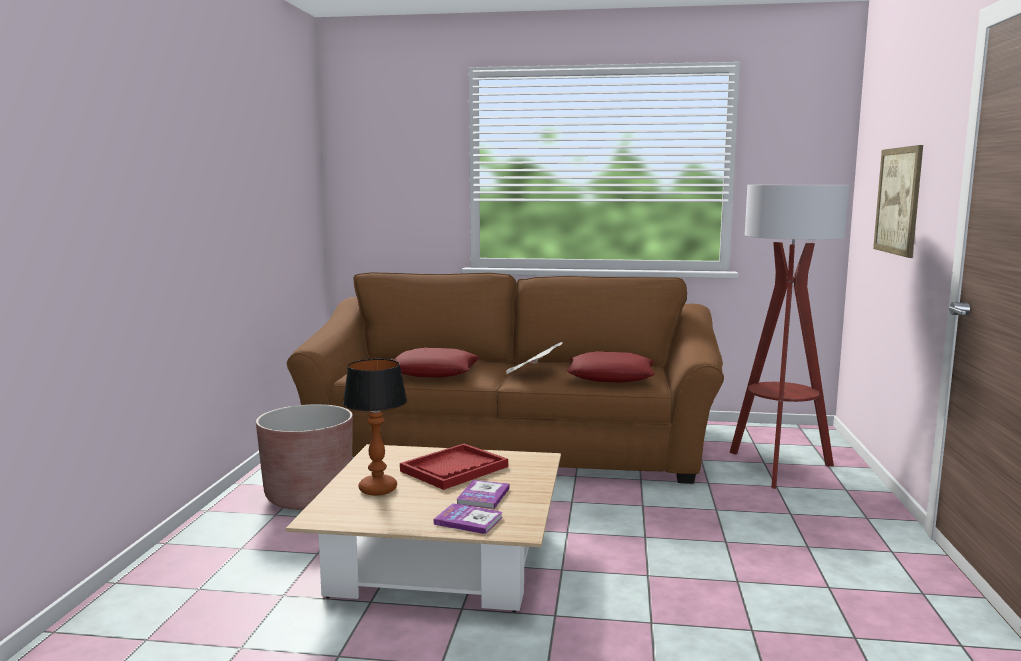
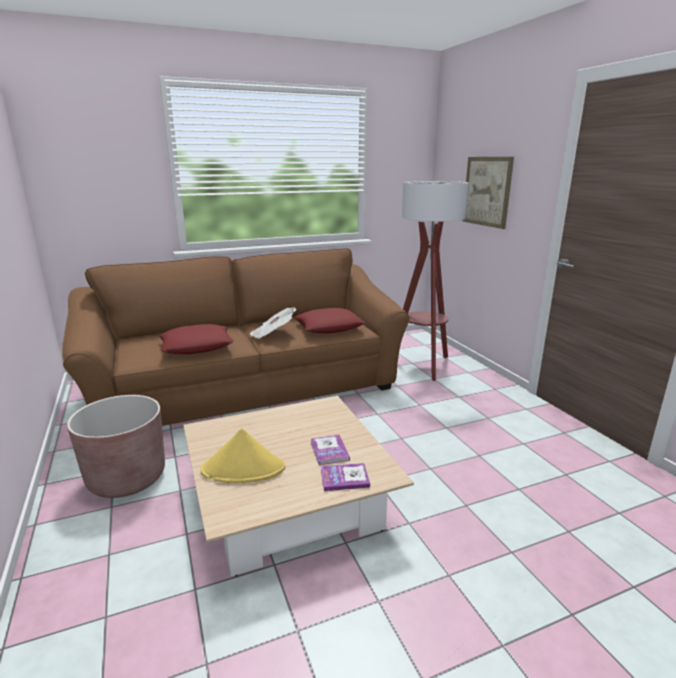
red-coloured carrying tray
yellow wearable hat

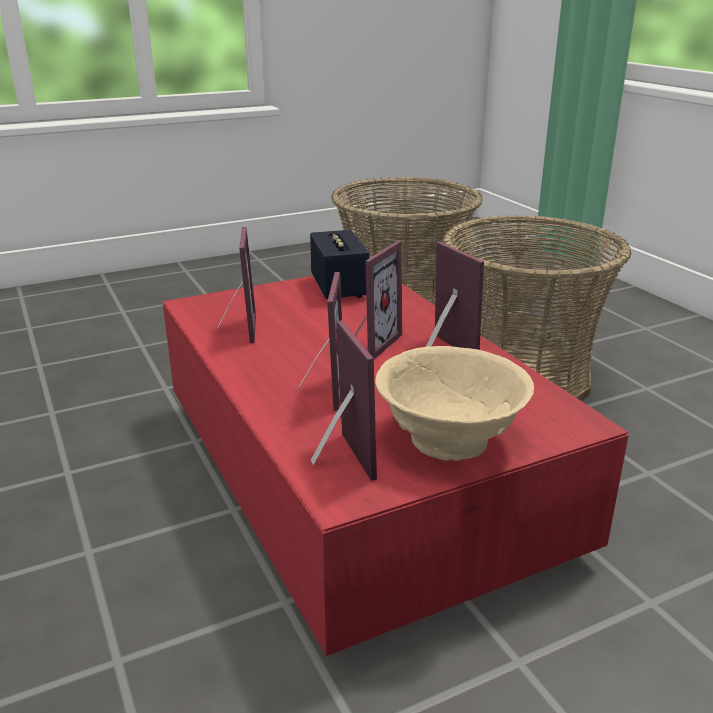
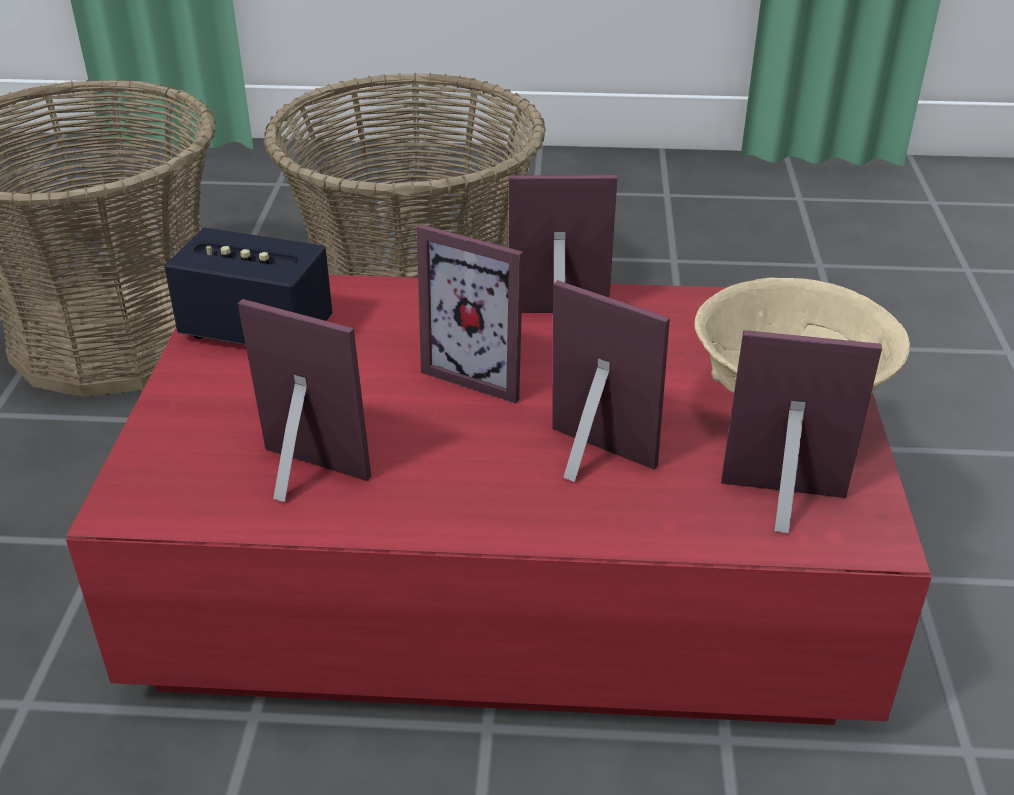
picture frame (2nd from left)

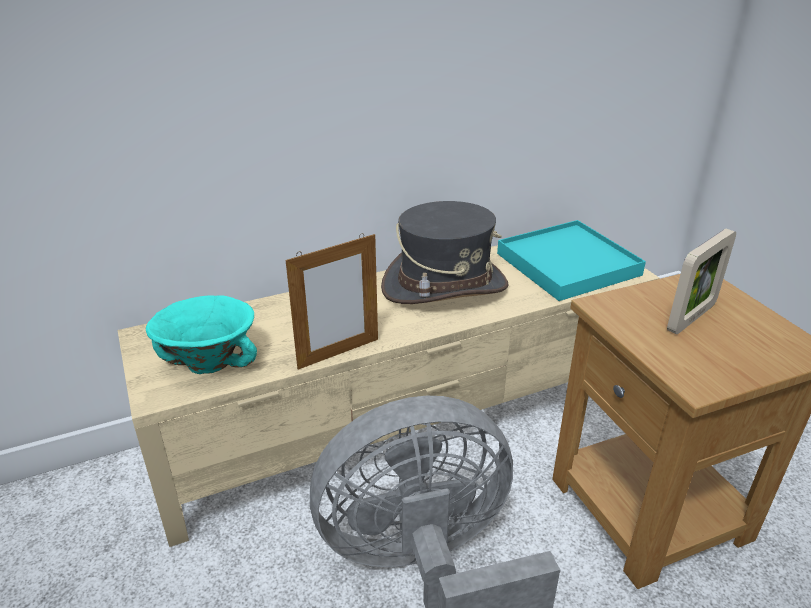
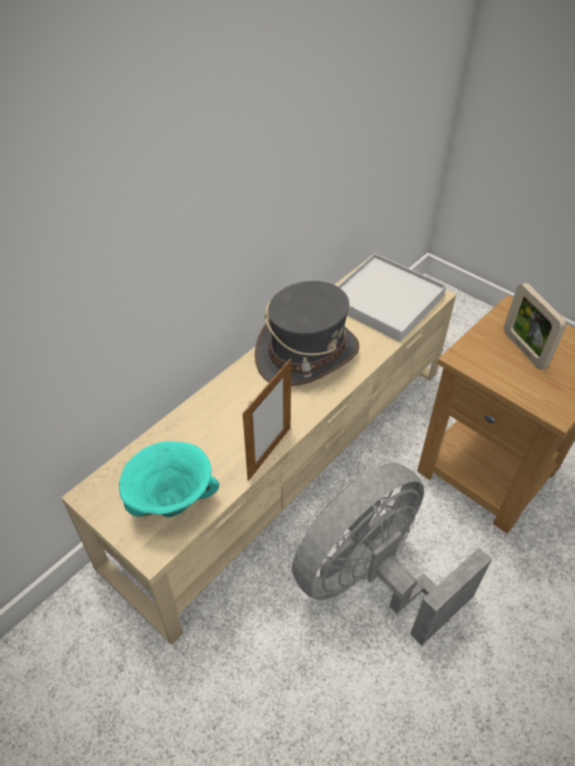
whitish carrying tray
picture frame (2nd from left)

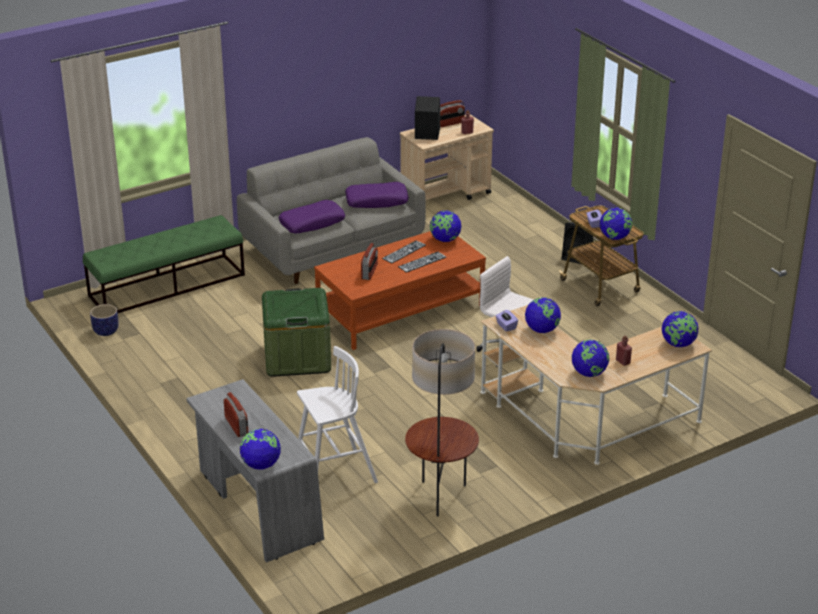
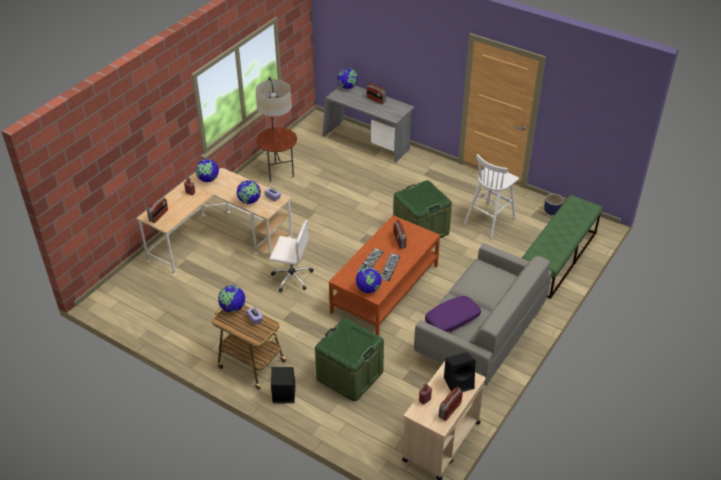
purple throw pillow (1st from left in the first image)
greenish storage container (1st from left)
whitish stool
radio set (1st from left)

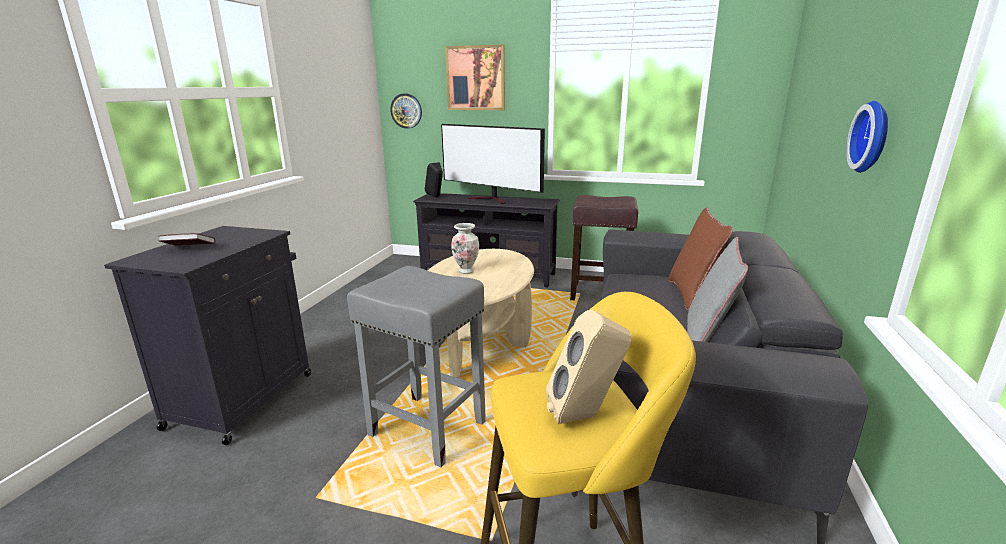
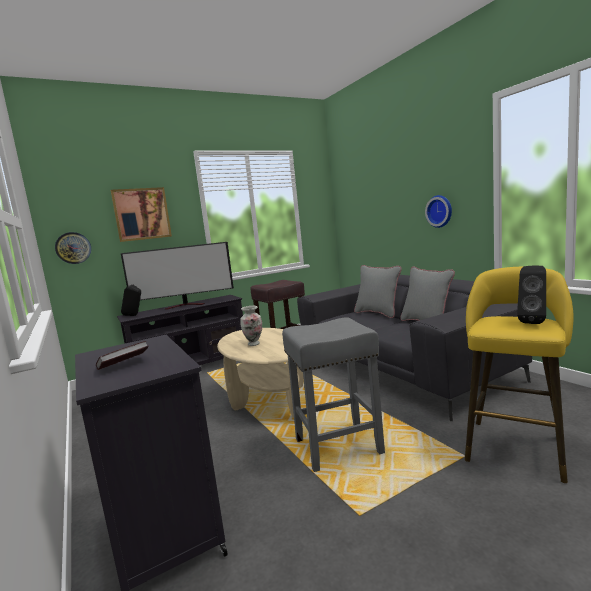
black-coloured audio speaker (2nd from left)
greyish throw pillow (1st from left)

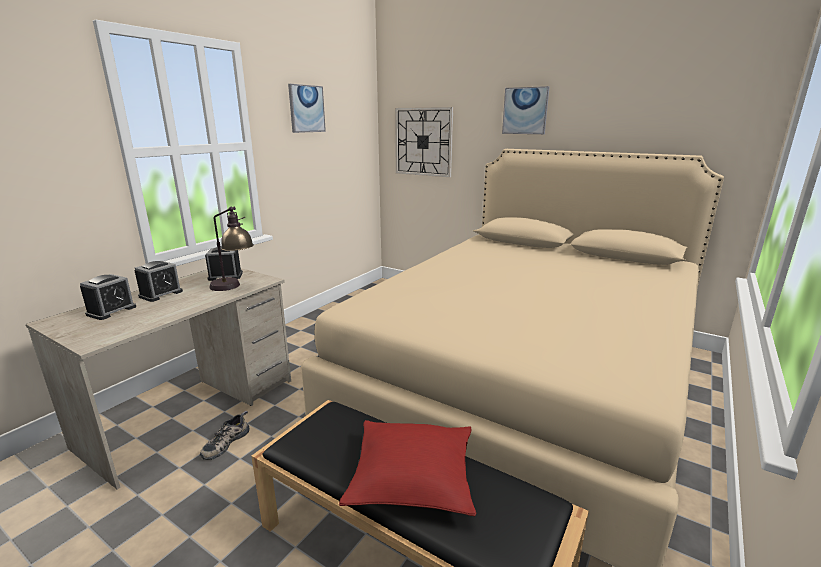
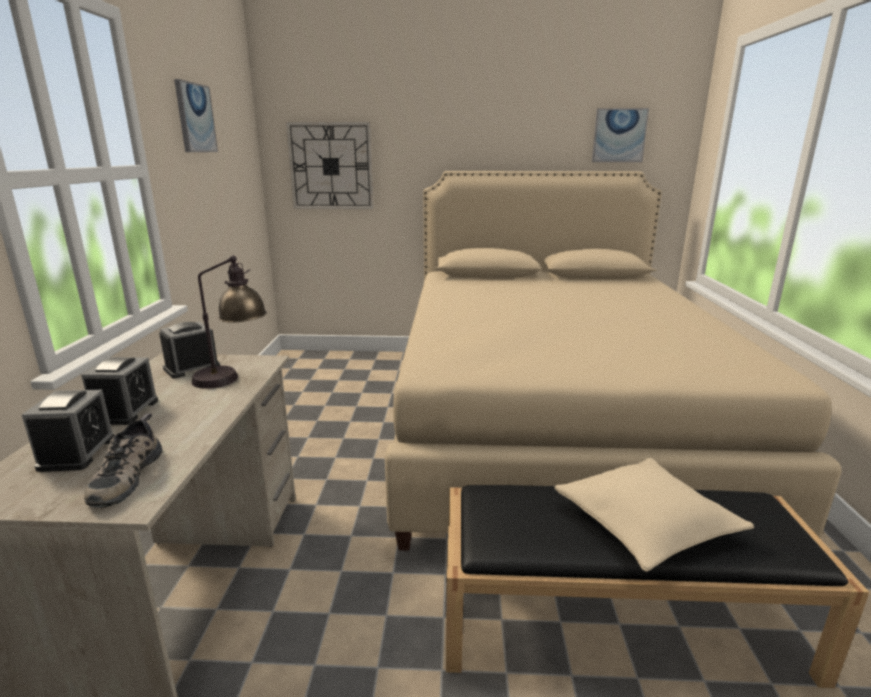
low shoe
wall art (2nd from left)
beige throw pillow

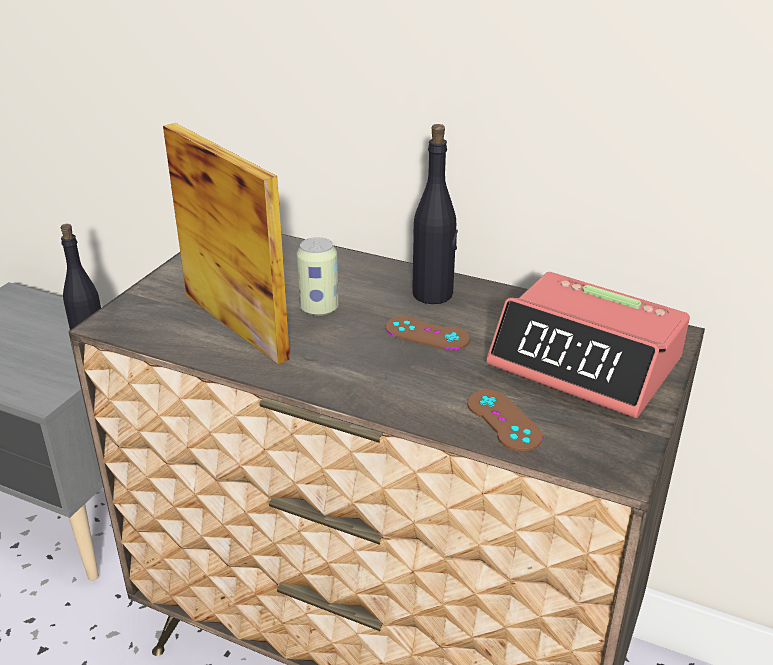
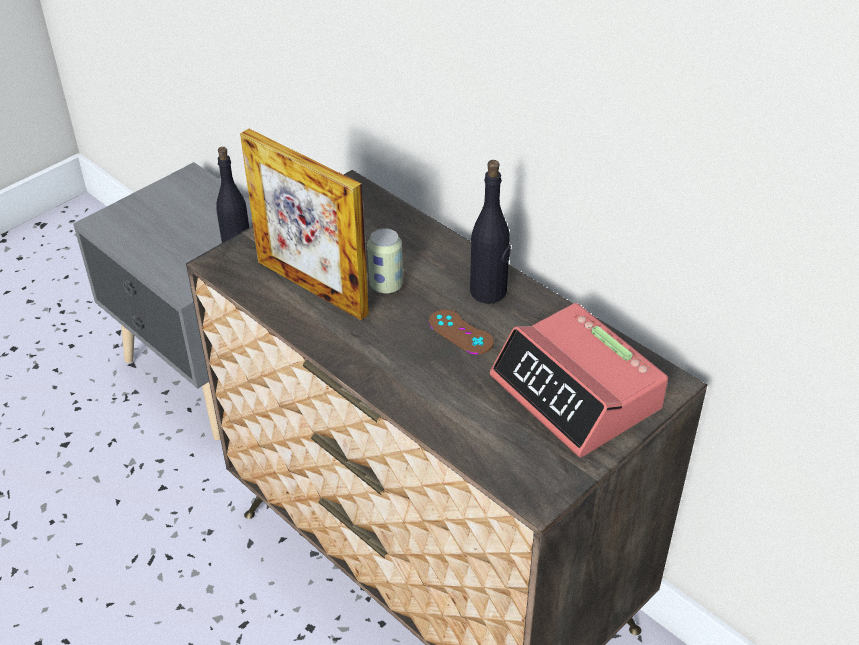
brown-coloured gamepad (2nd from left in the first image)
picture frame

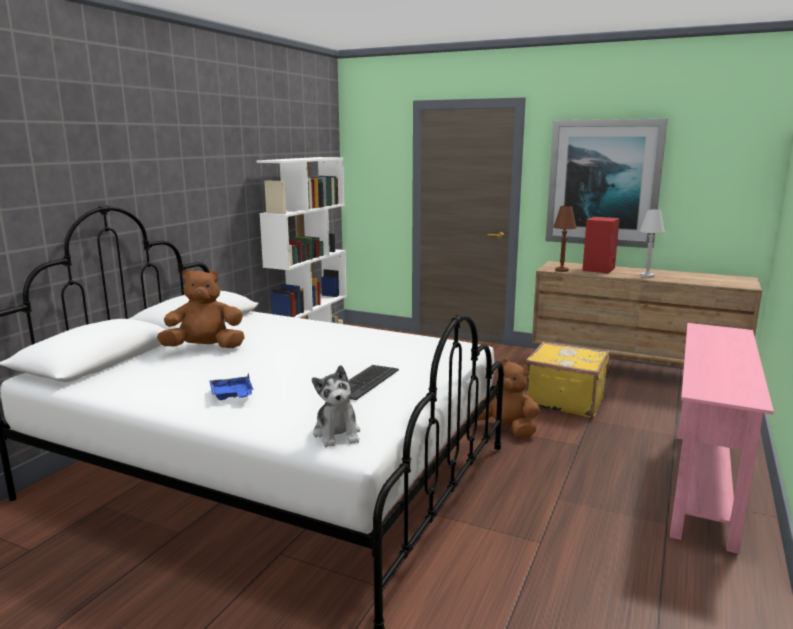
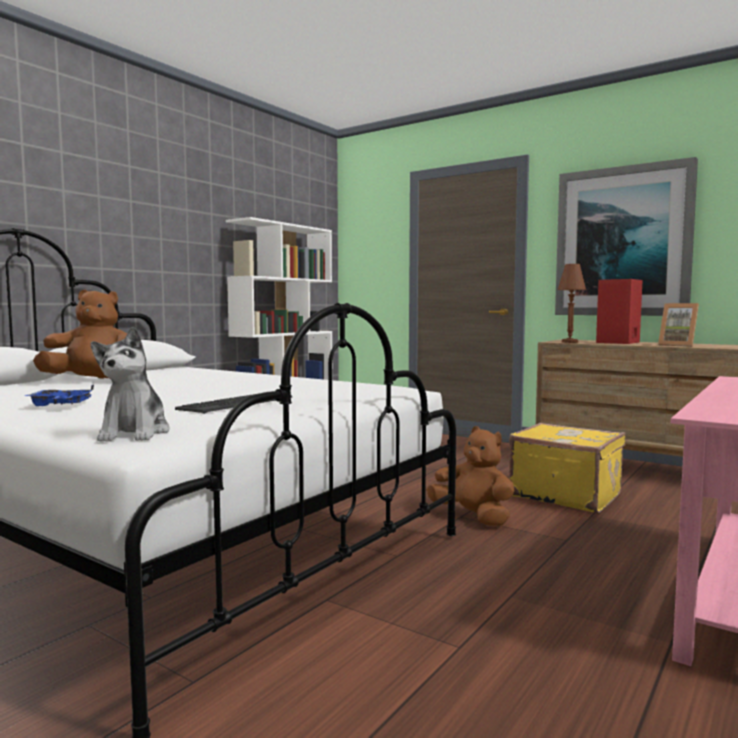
picture frame

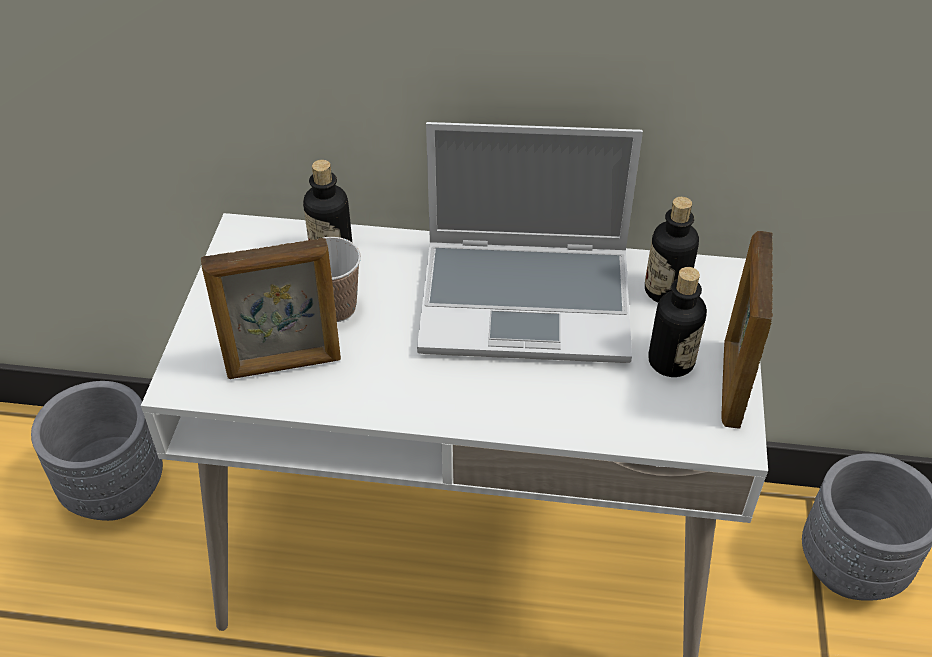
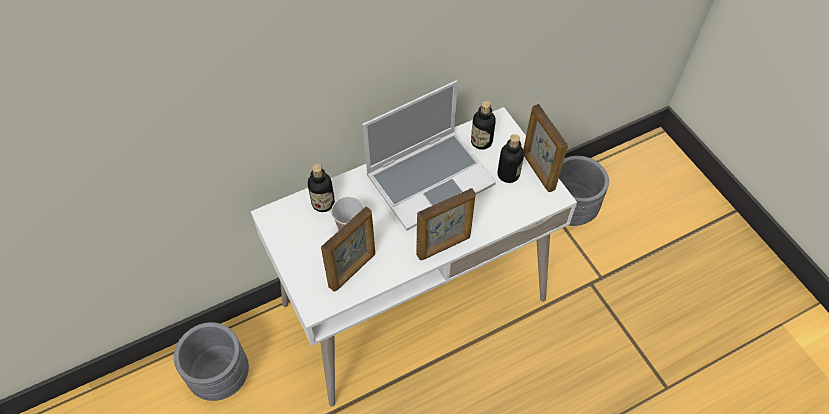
picture frame (2nd from left)

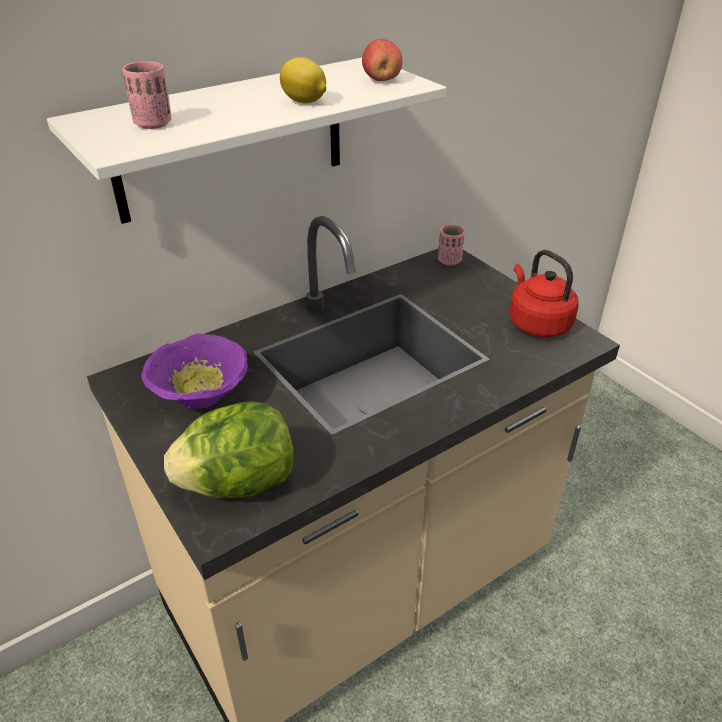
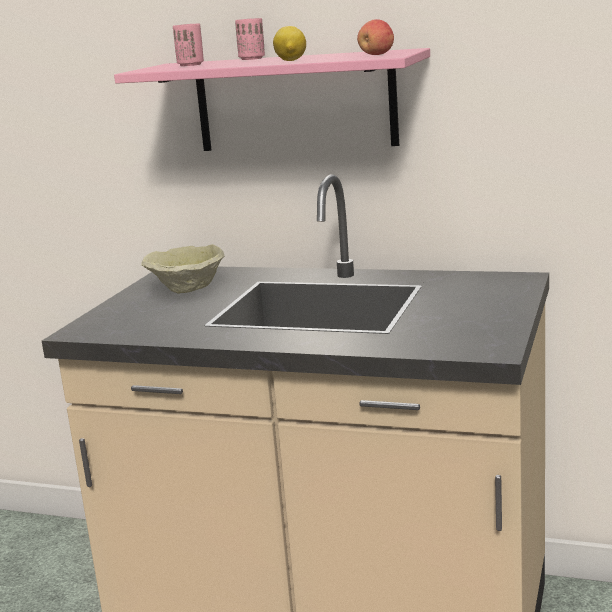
head of lettuce
red-coloured tea kettle
pinkish cup (2nd from left)
pinkish bracket shelf
beige bowl

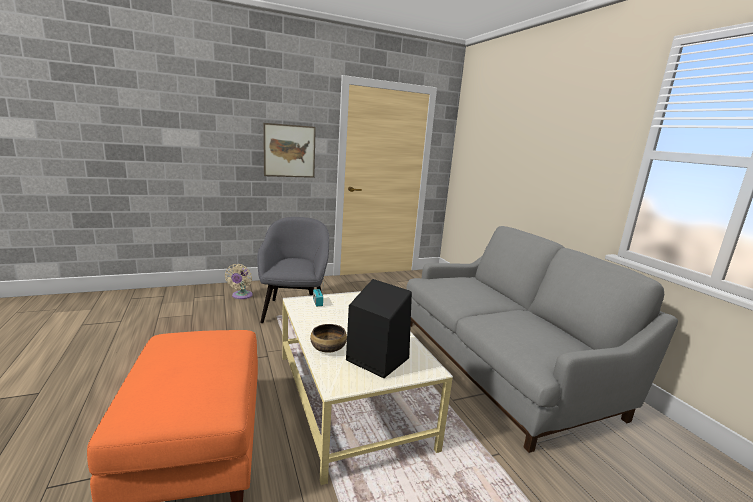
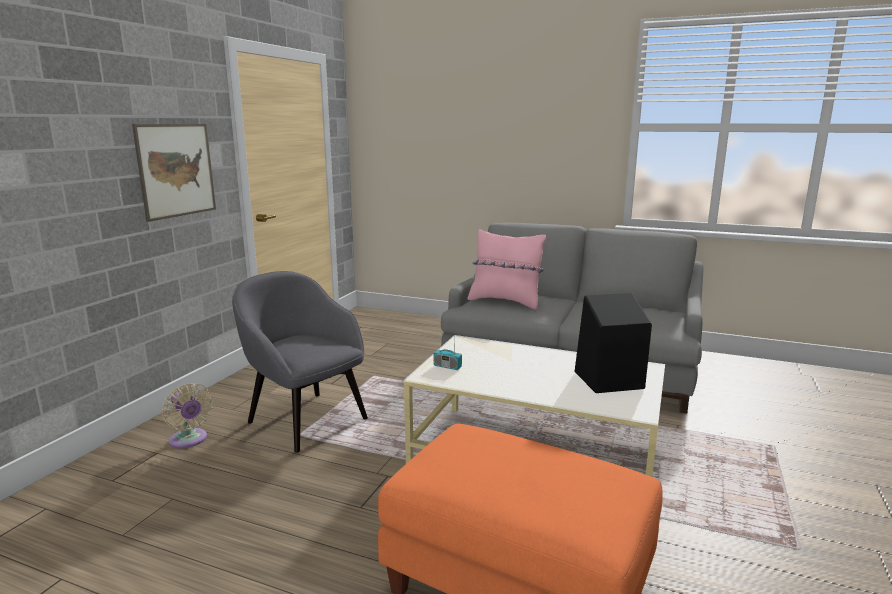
bowl
pinkish throw pillow

